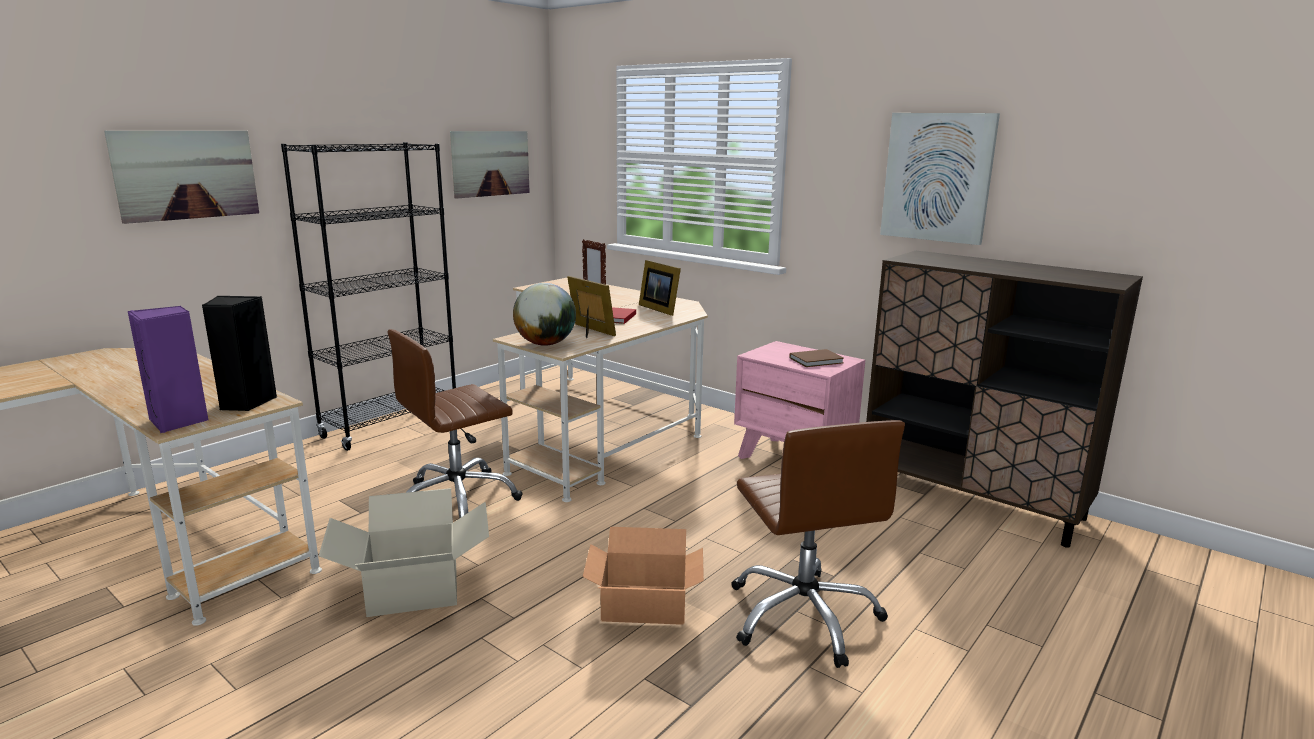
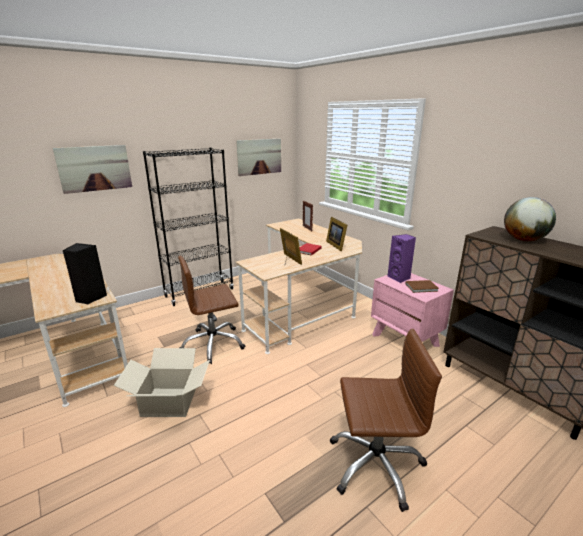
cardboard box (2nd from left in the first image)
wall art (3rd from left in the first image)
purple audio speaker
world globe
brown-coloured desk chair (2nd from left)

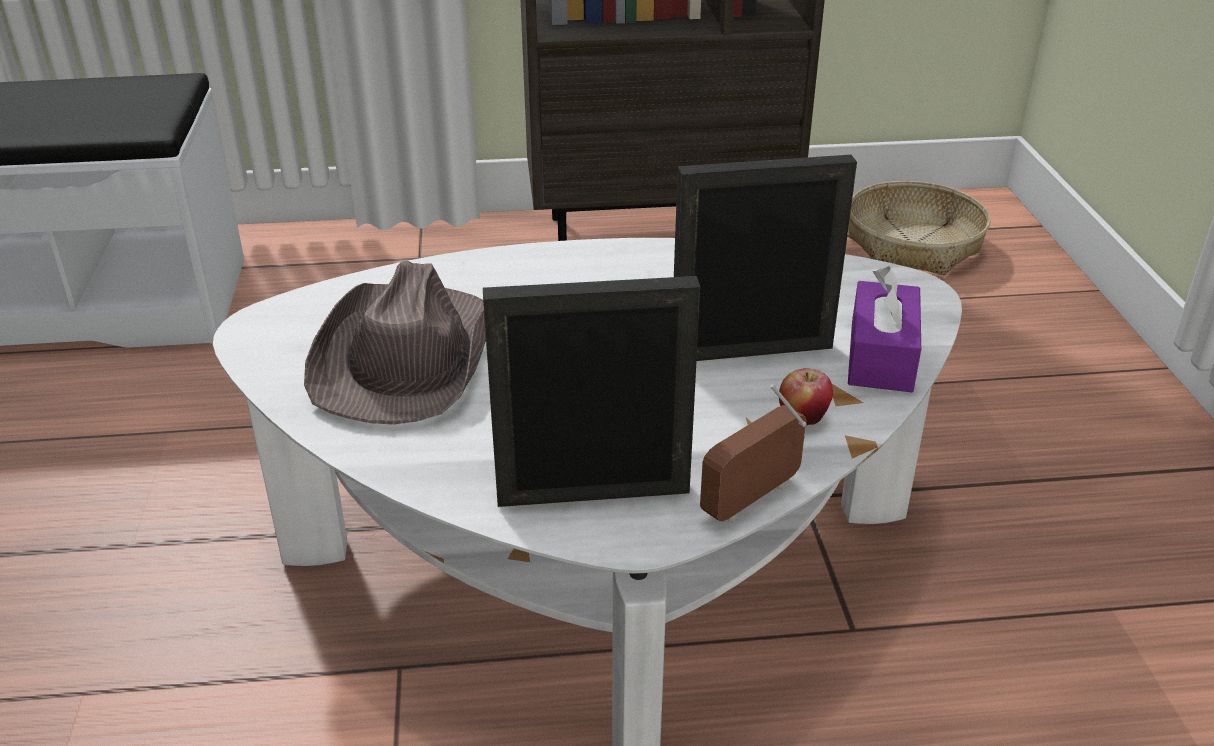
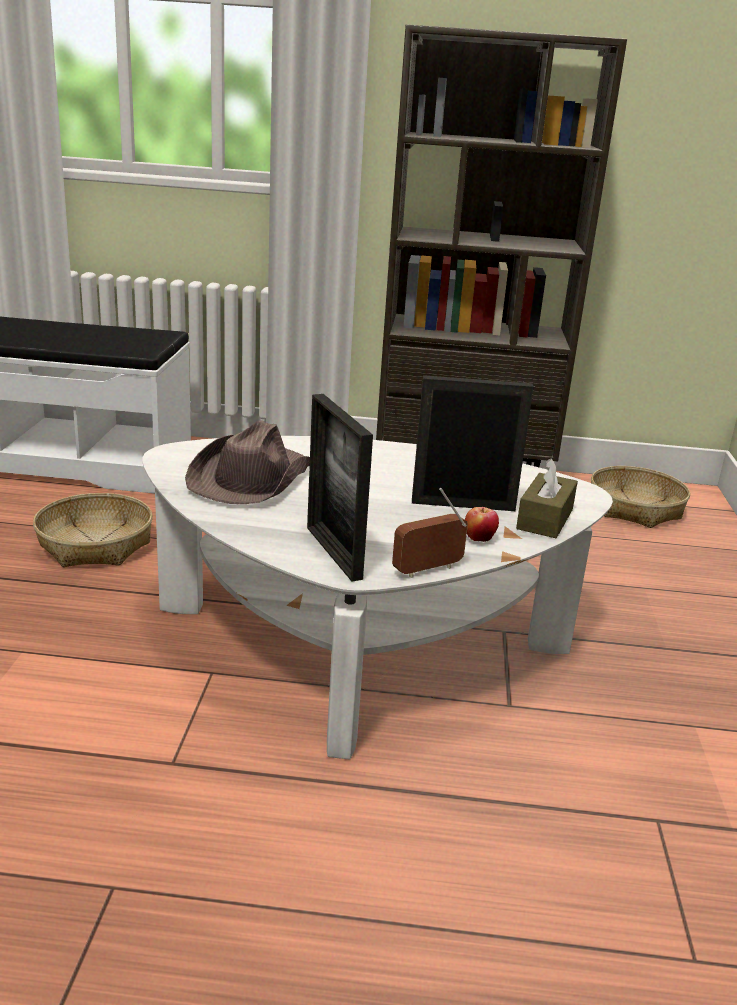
storage basket (1st from left)
brown-coloured tissue box
picture frame (1st from left)

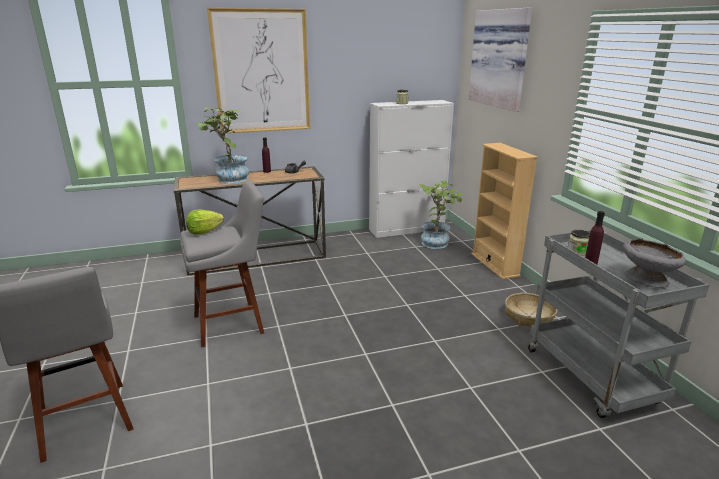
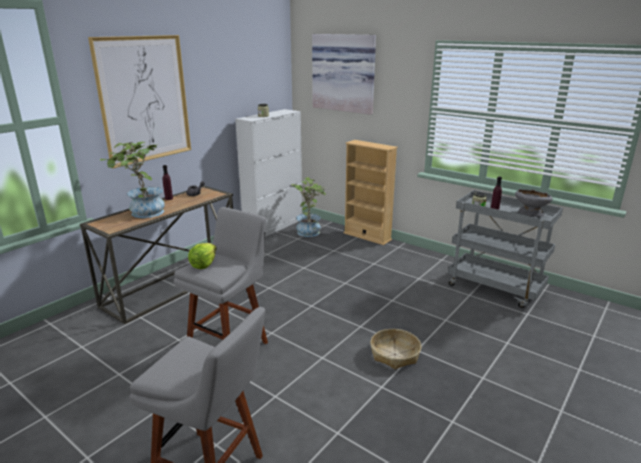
storage basket

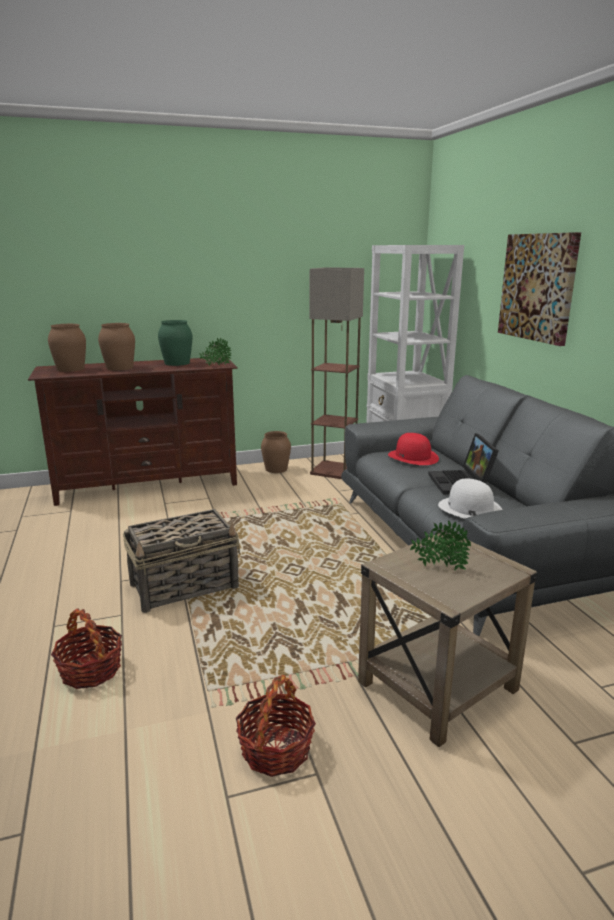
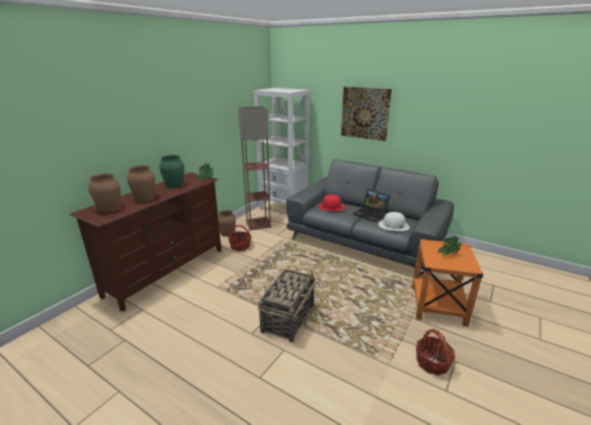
storage basket (1st from left)
orangey side table

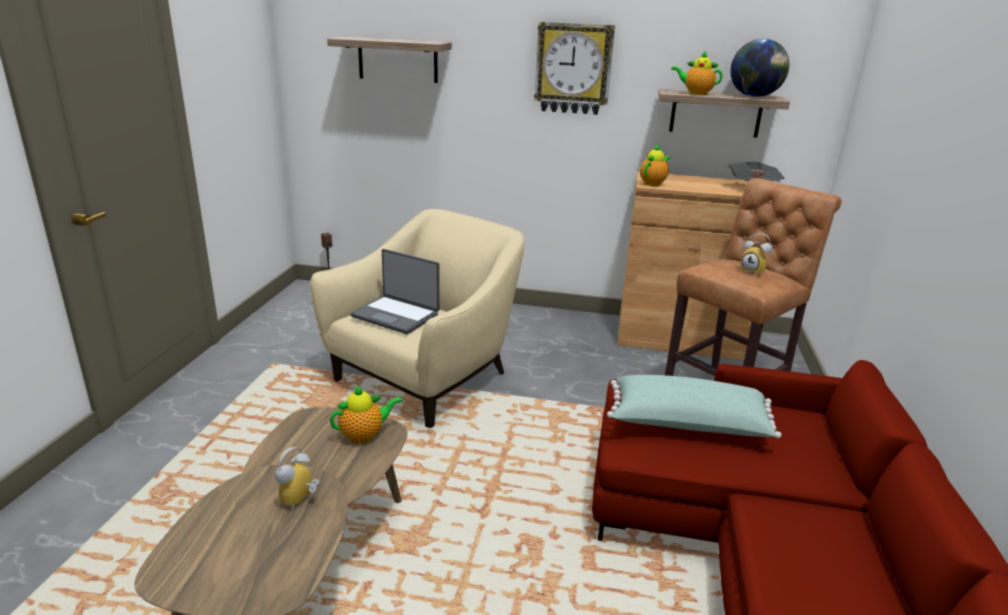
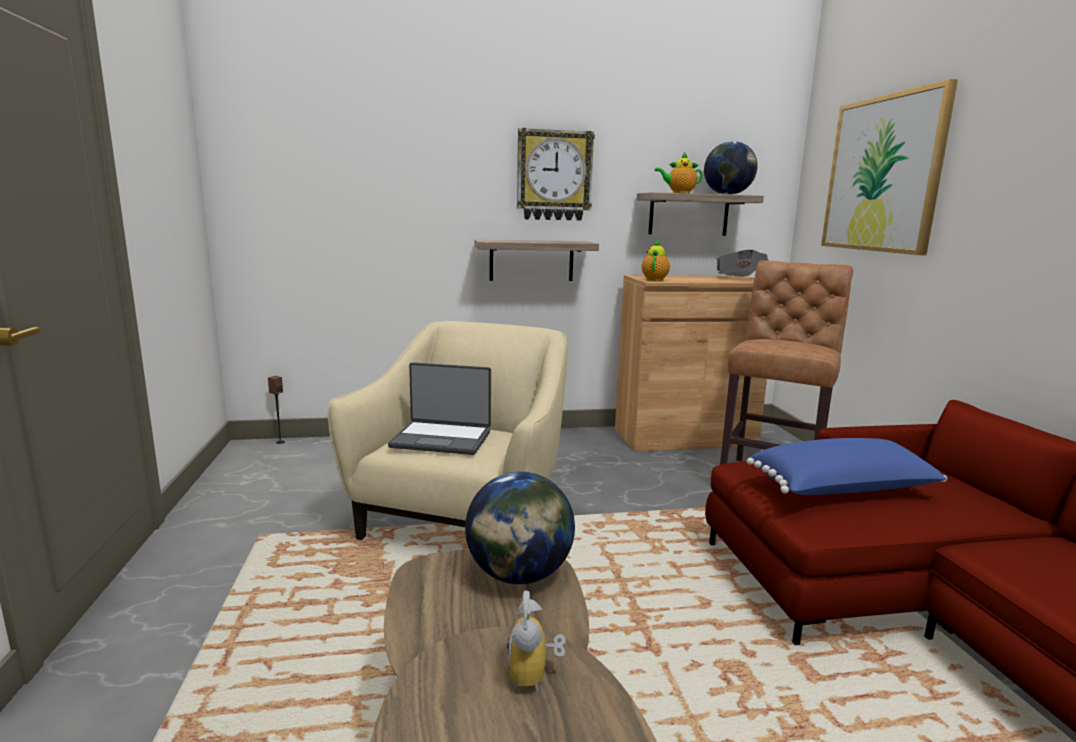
table clock (2nd from left in the first image)
wall art
bracket shelf (1st from left)
world globe (1st from left)
blue throw pillow

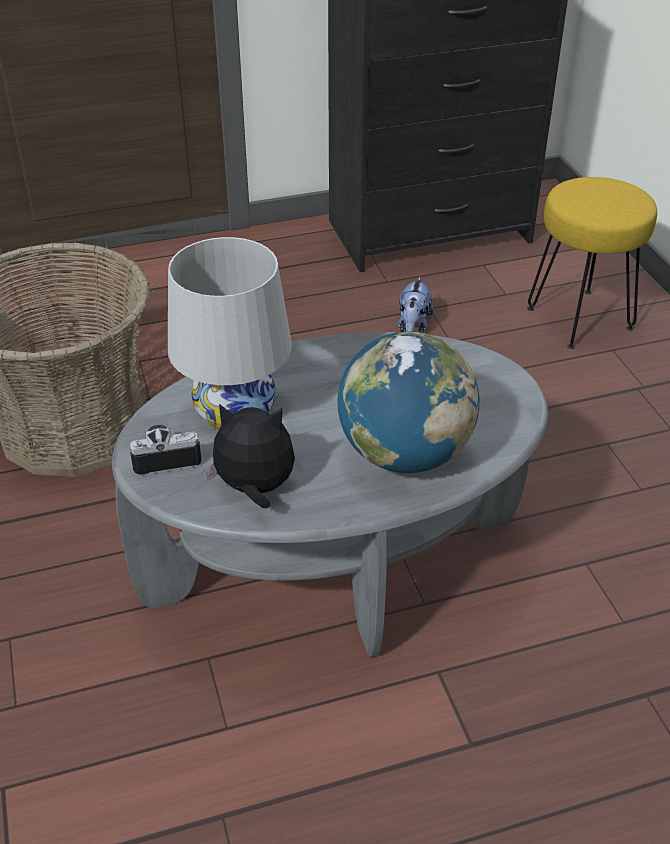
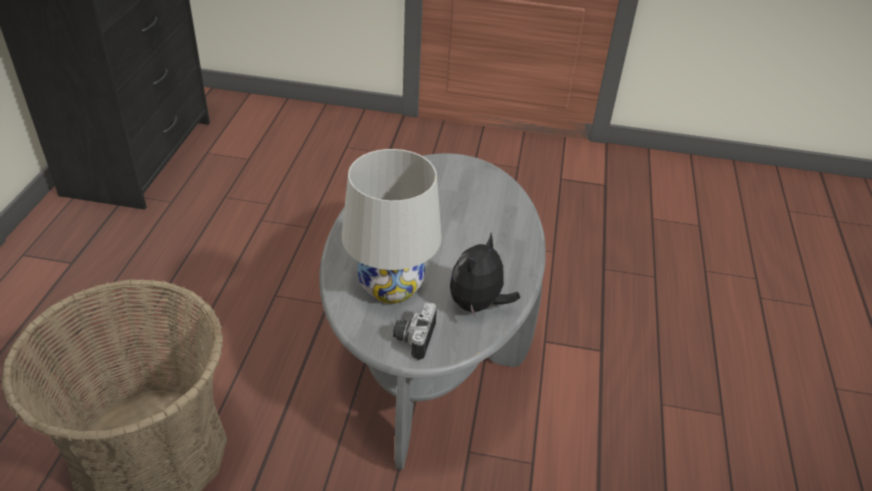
world globe
plush toy (2nd from left in the first image)
yellow stool

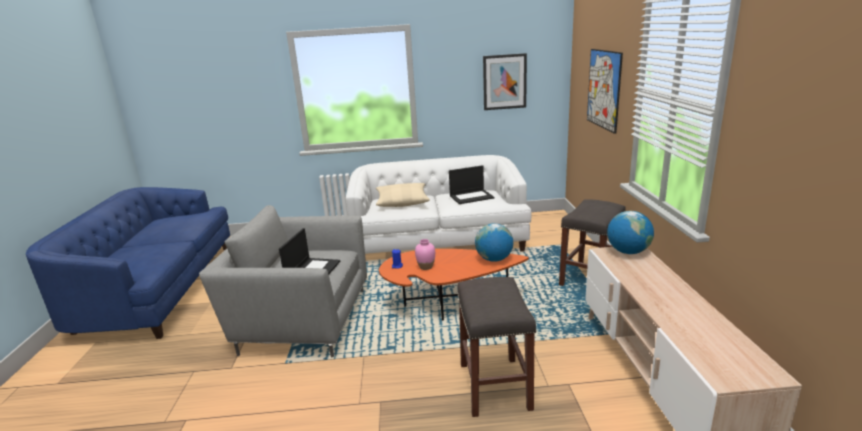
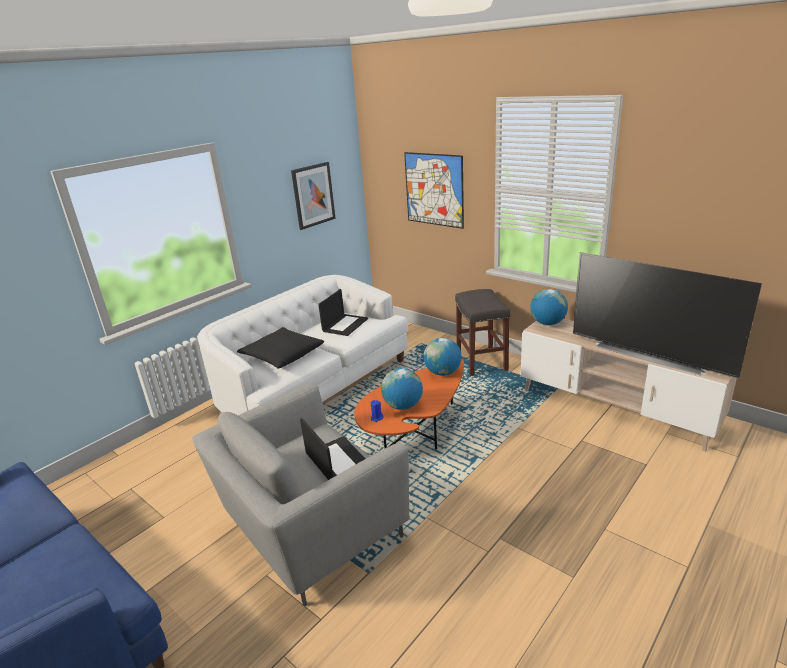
greyish stool (1st from left in the first image)
TV
world globe (1st from left)
black-coloured throw pillow

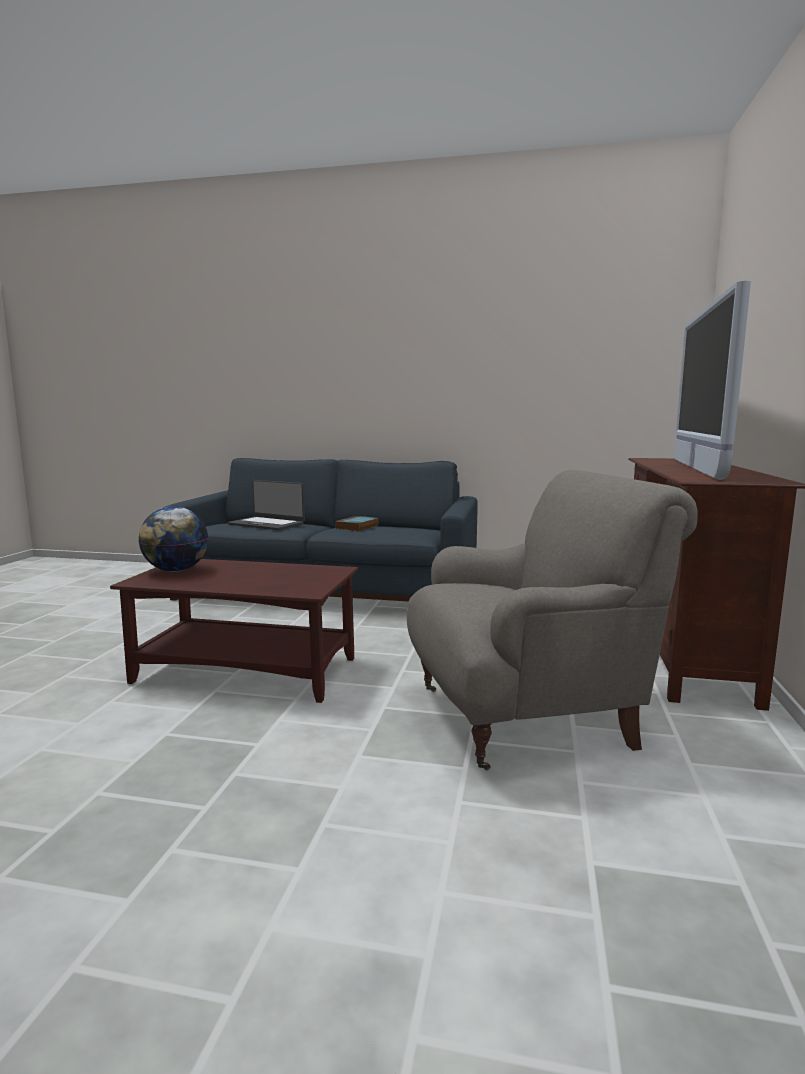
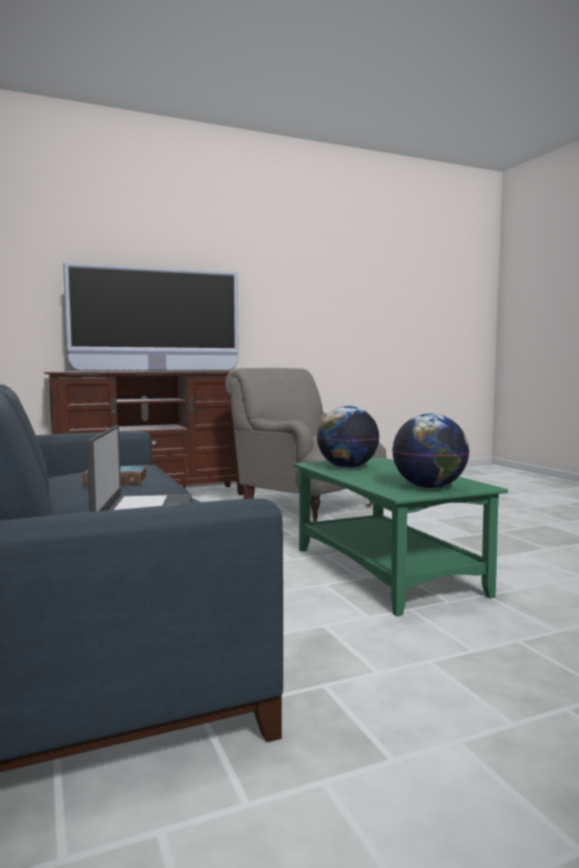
world globe (1st from left)
greenish lounge table

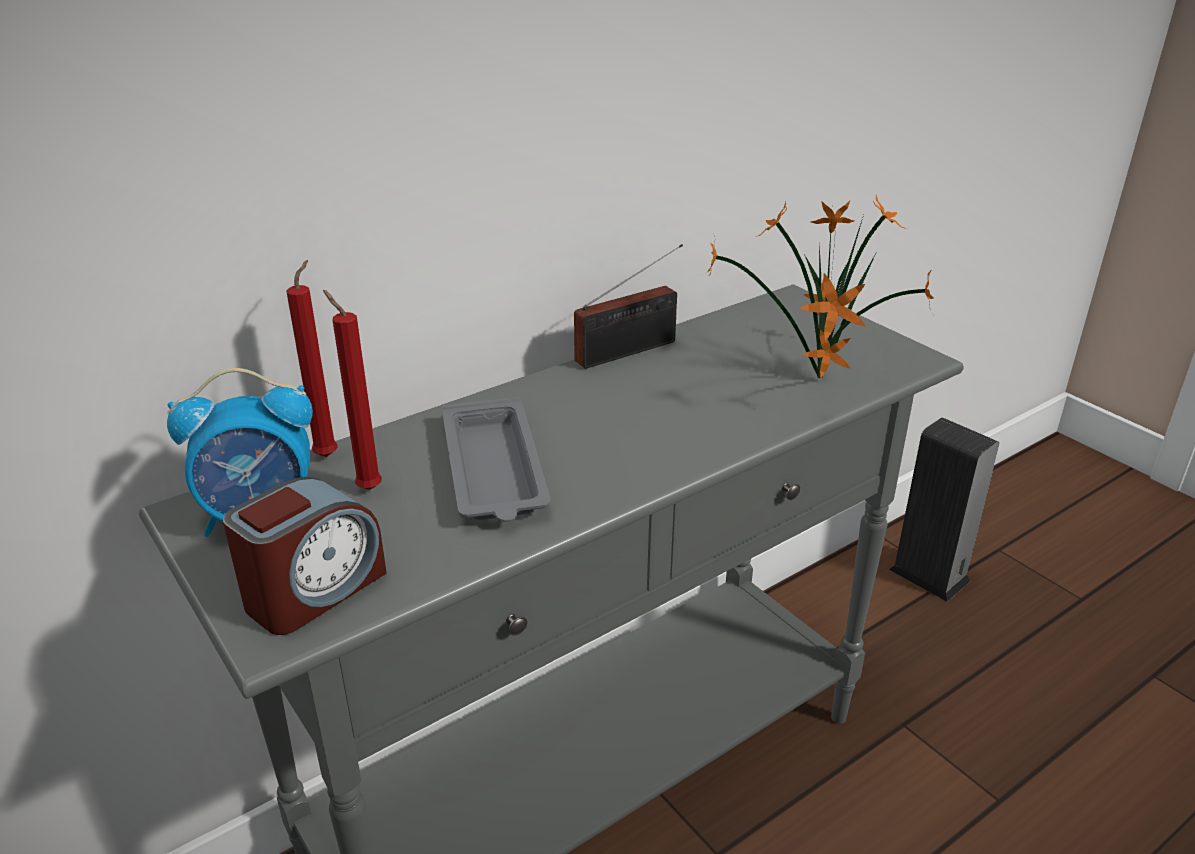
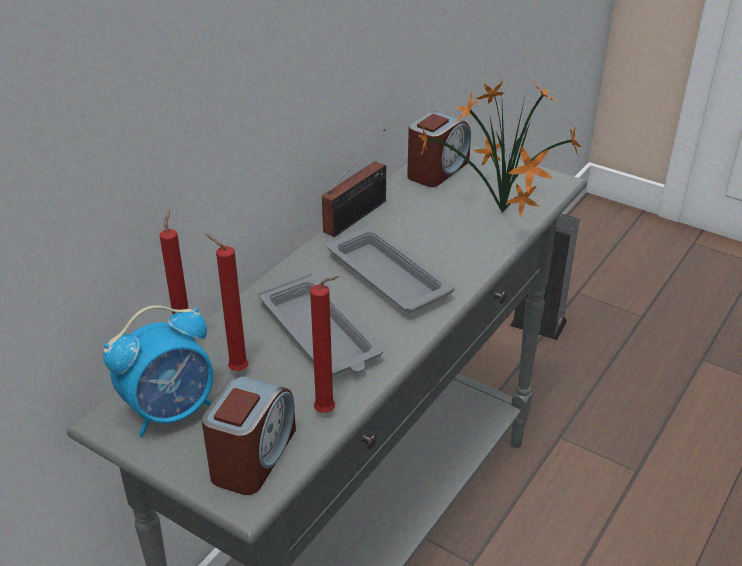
red-coloured candle (3rd from left)
greyish carrying tray (2nd from left)
table clock (3rd from left)

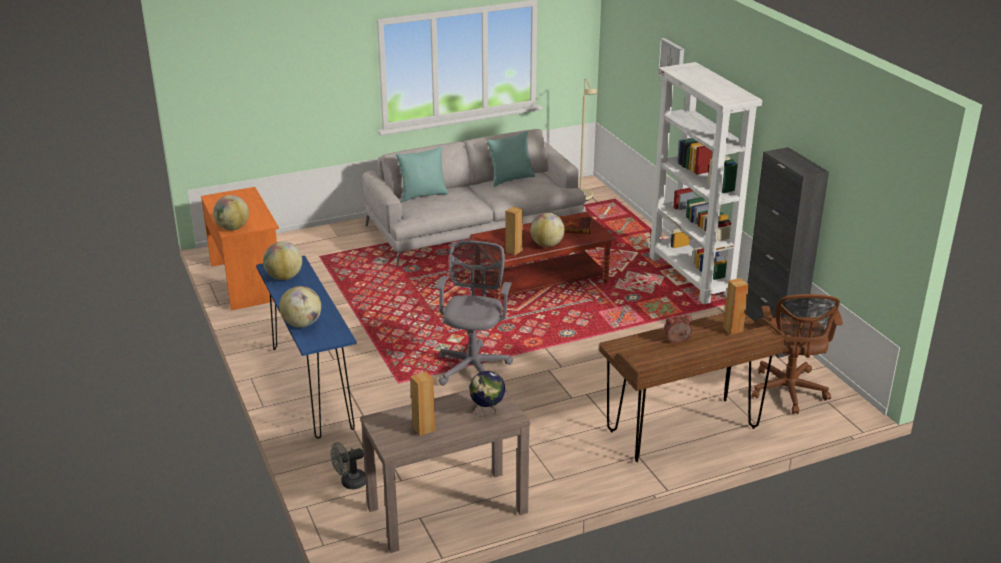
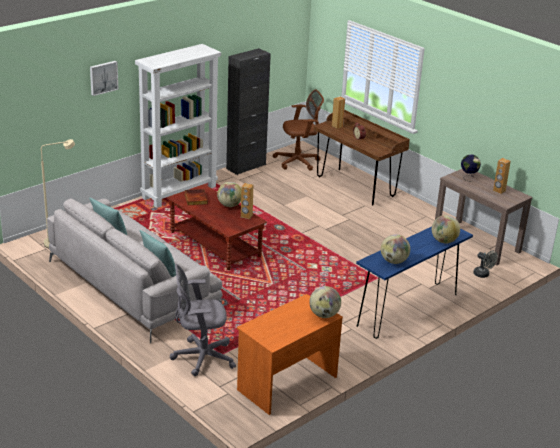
greyish desk chair

